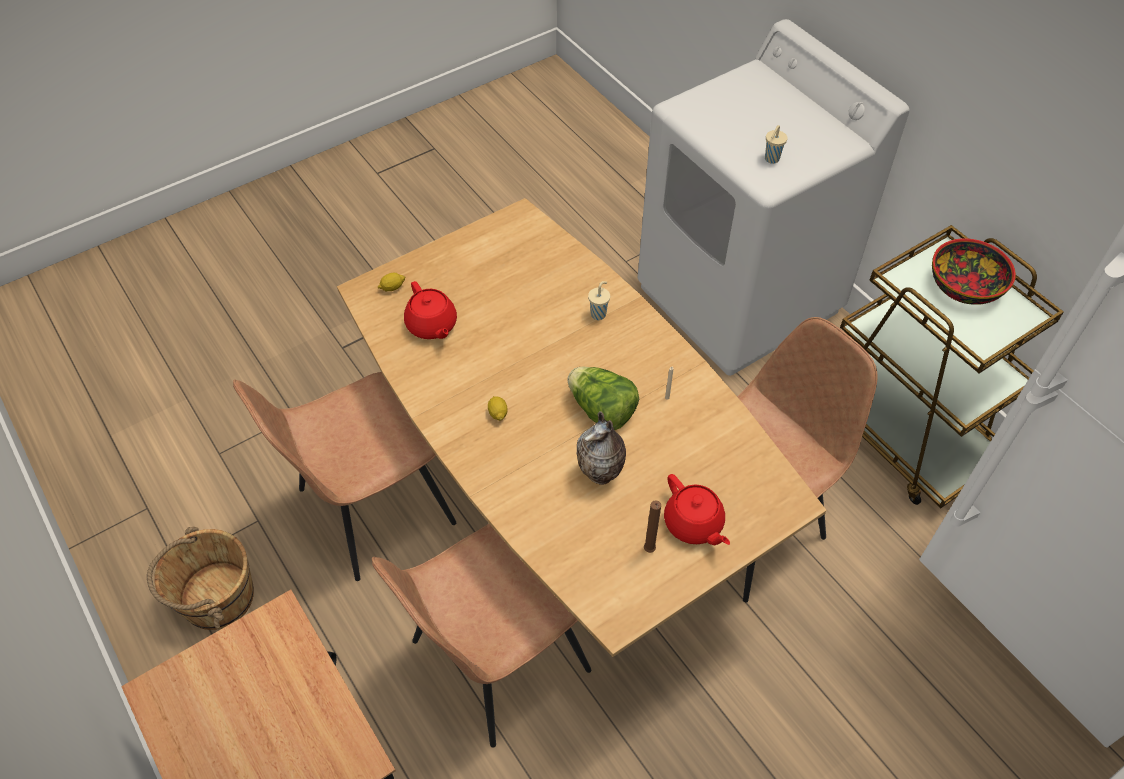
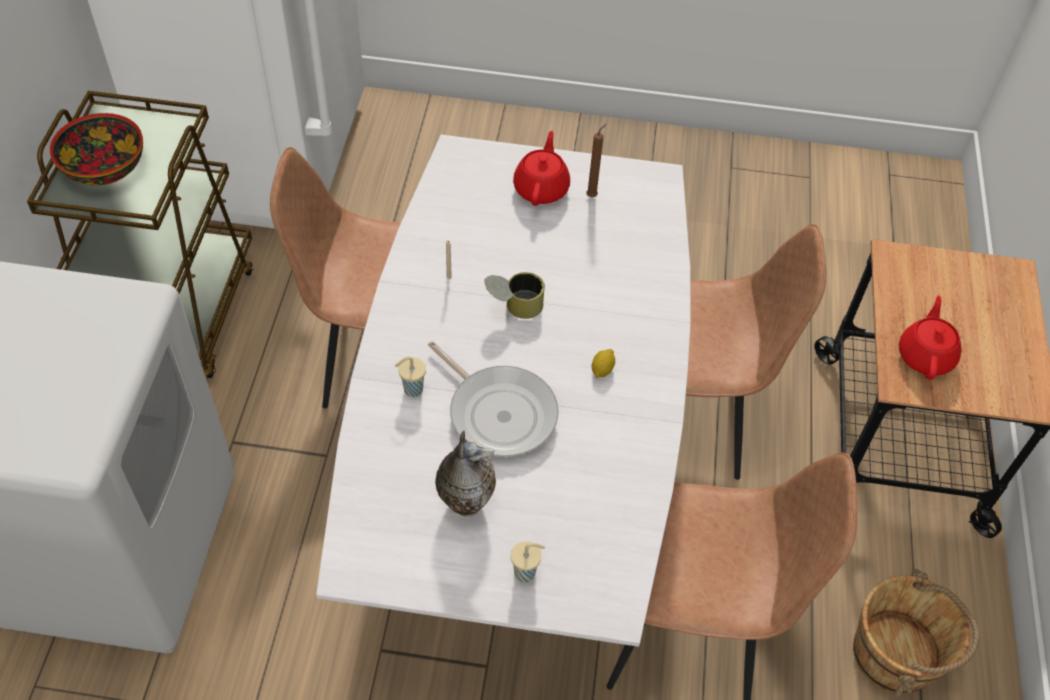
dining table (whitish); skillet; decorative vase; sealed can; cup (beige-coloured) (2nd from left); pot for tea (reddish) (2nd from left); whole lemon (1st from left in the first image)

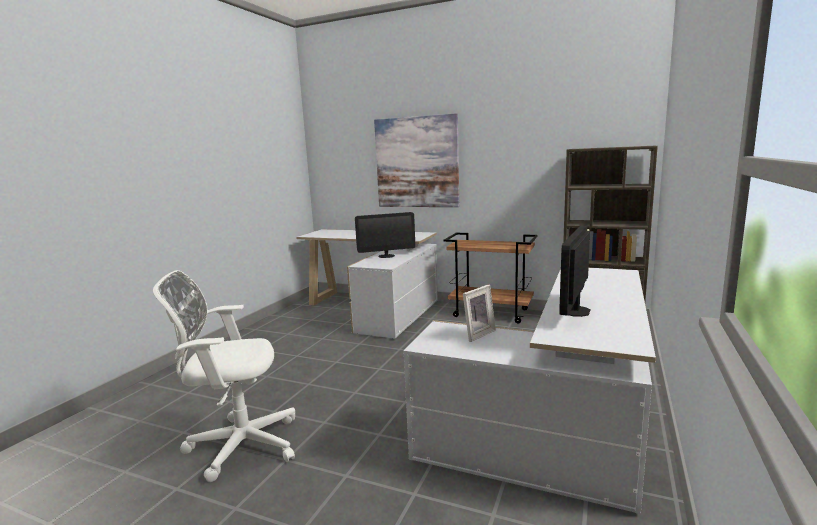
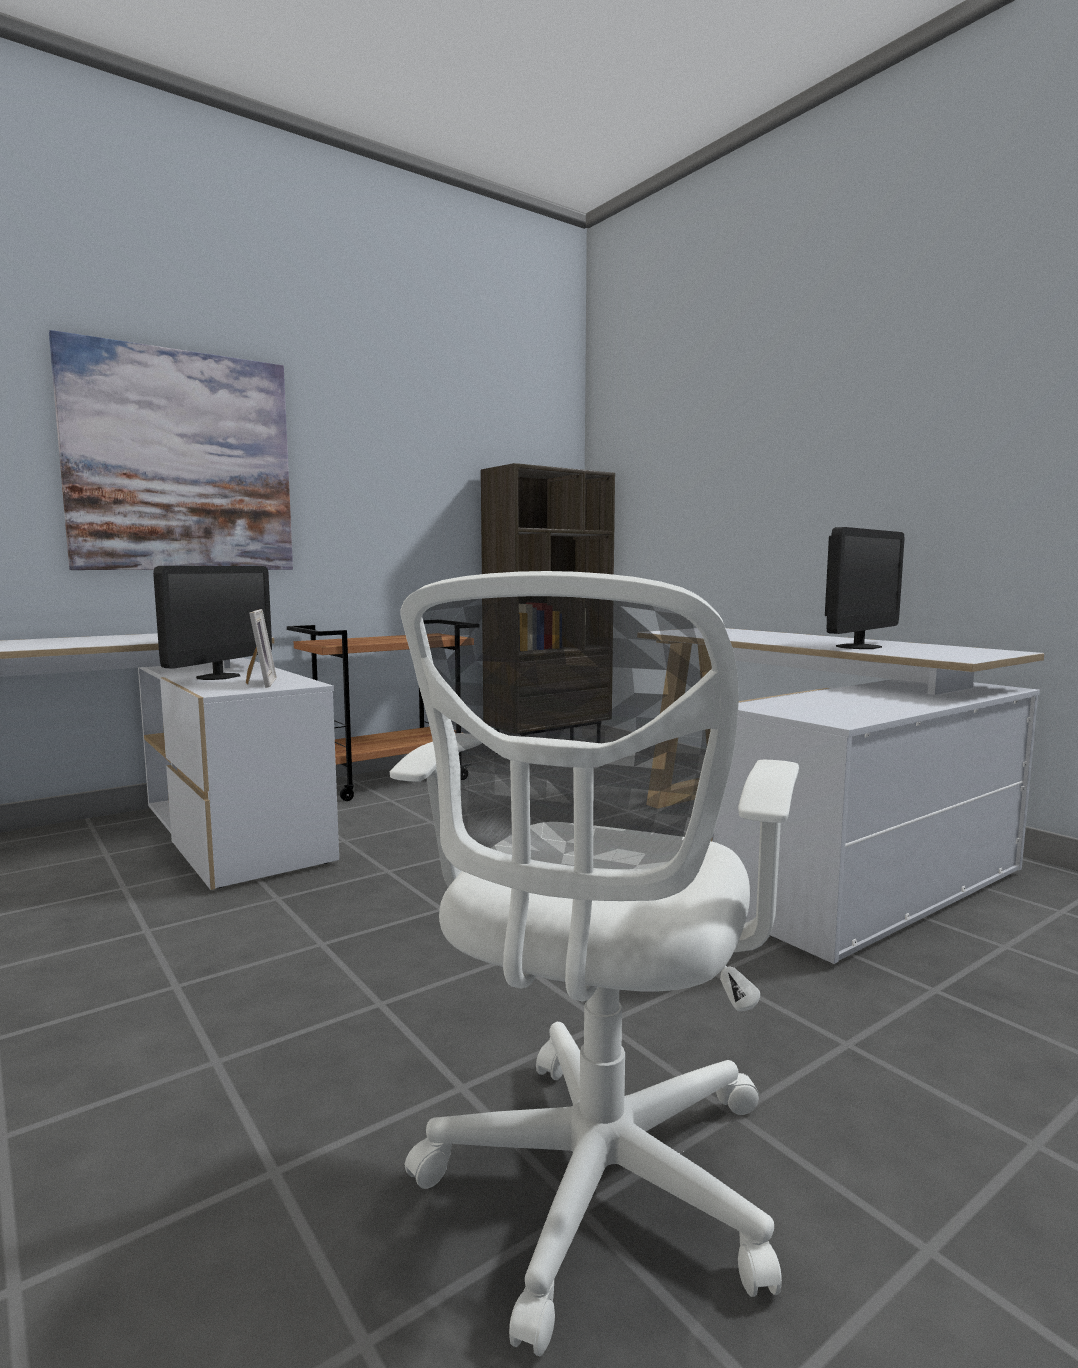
photo frame; computer screen (2nd from left)

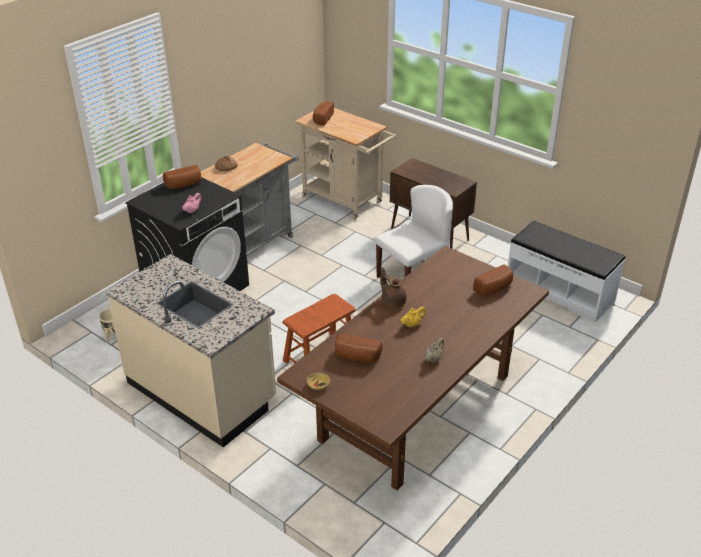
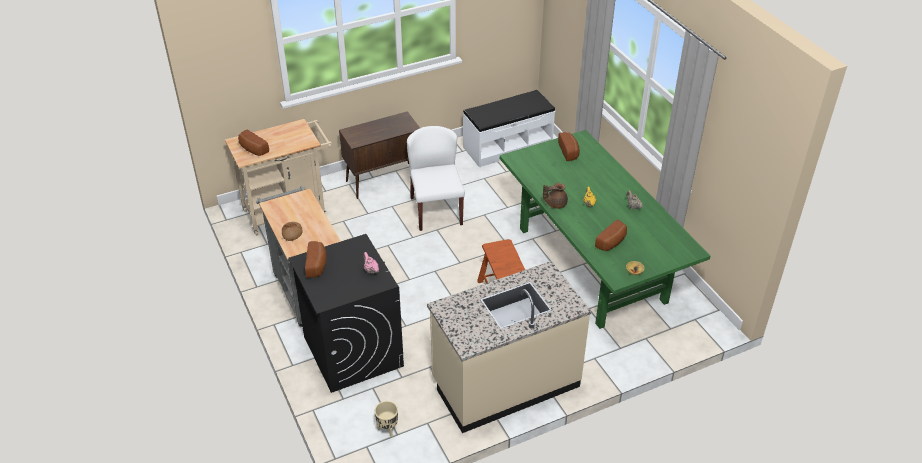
dining table (green-coloured)

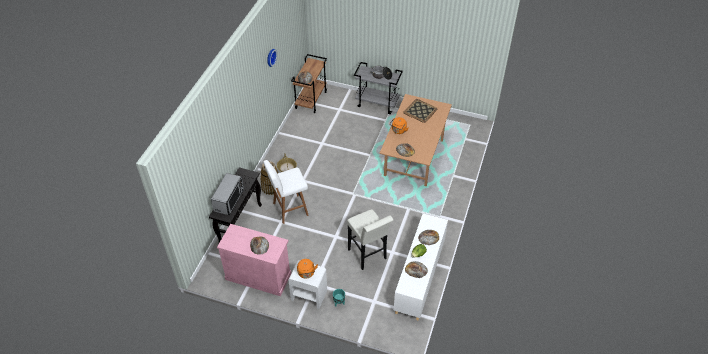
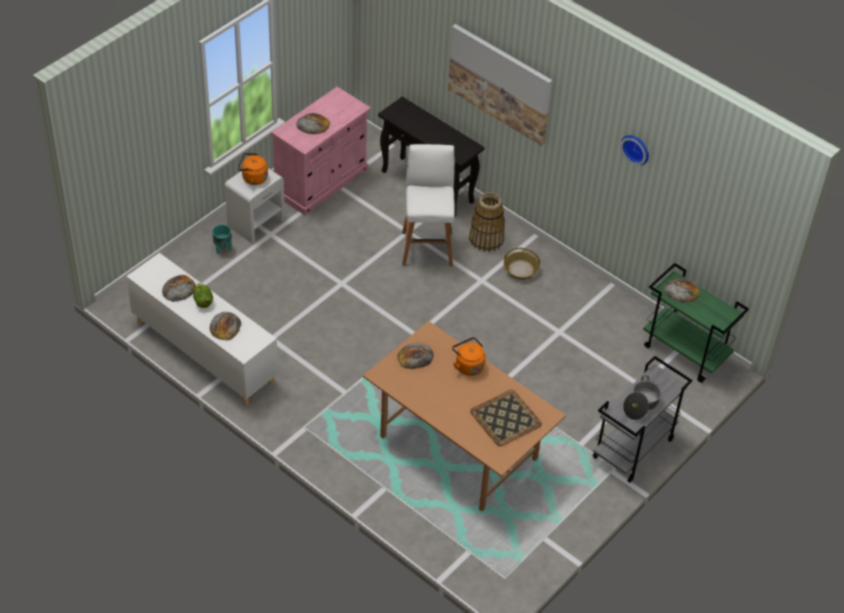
picture; cart (green-coloured); kitchen microwave; stool (whitish) (2nd from left in the first image)

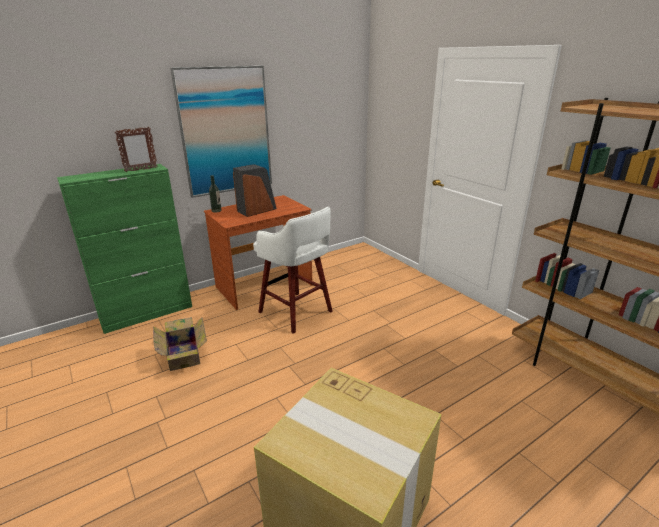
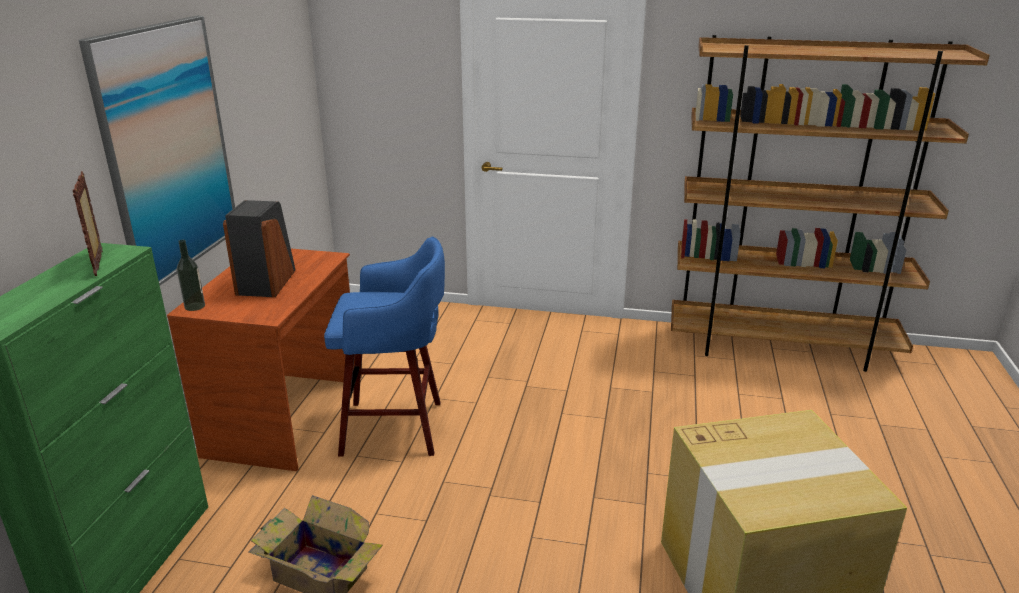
photo frame; stool (bluish)

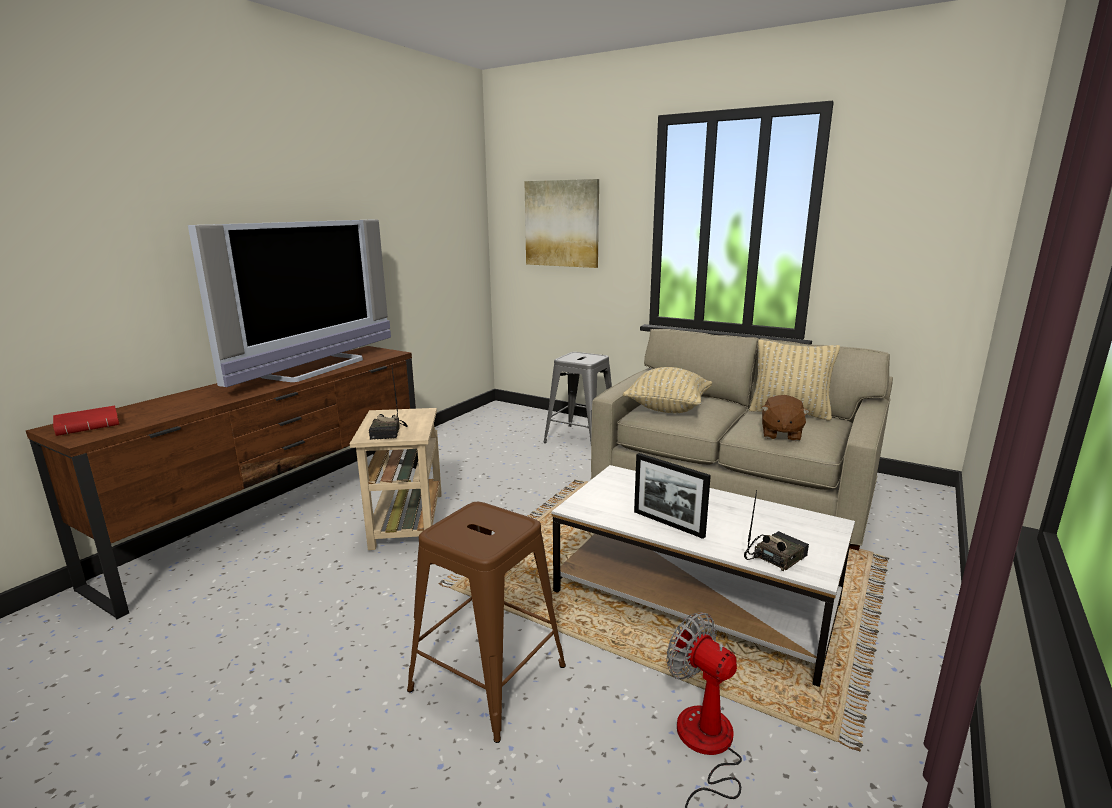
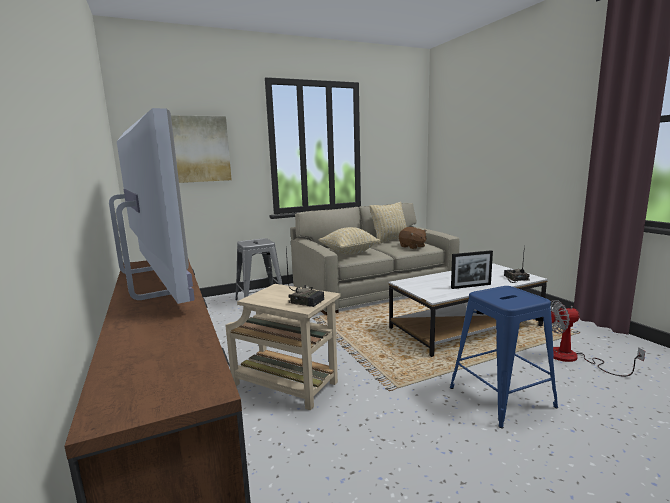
stool (bluish); bound book (reddish)

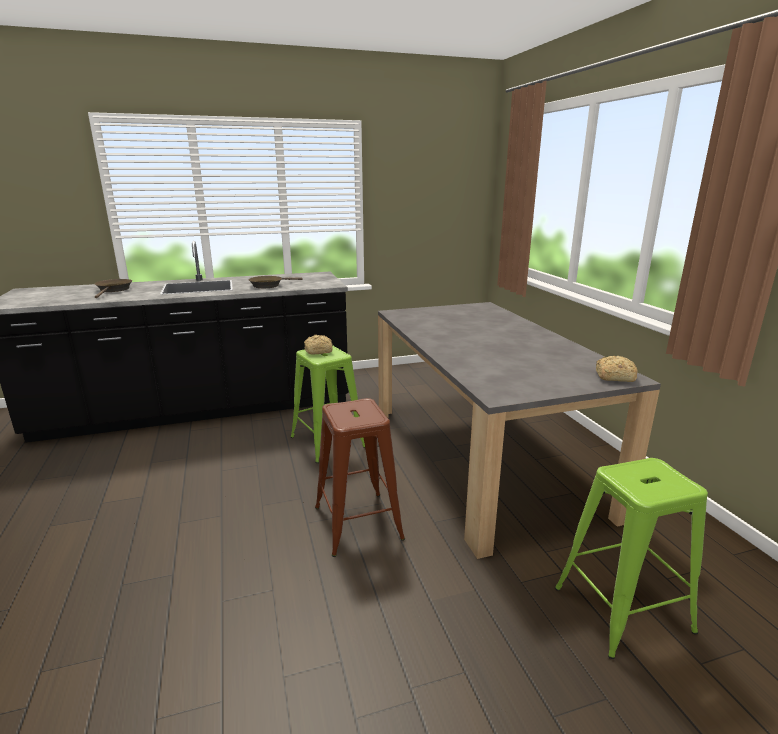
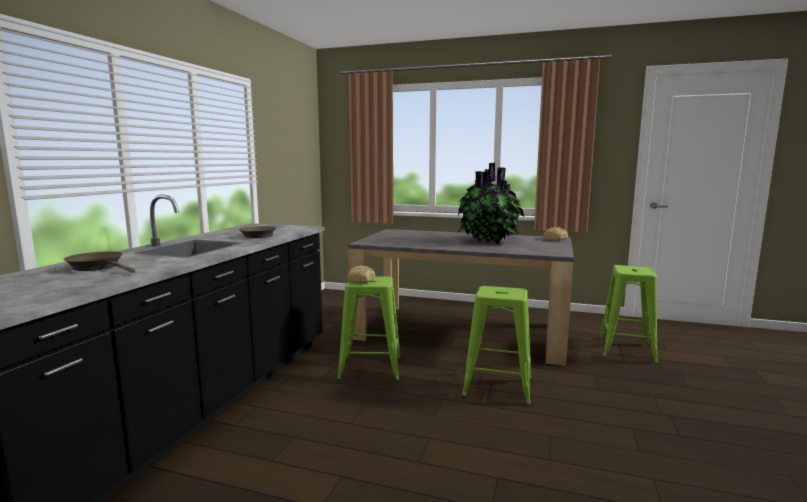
houseplant; stool (green-coloured) (2nd from left)

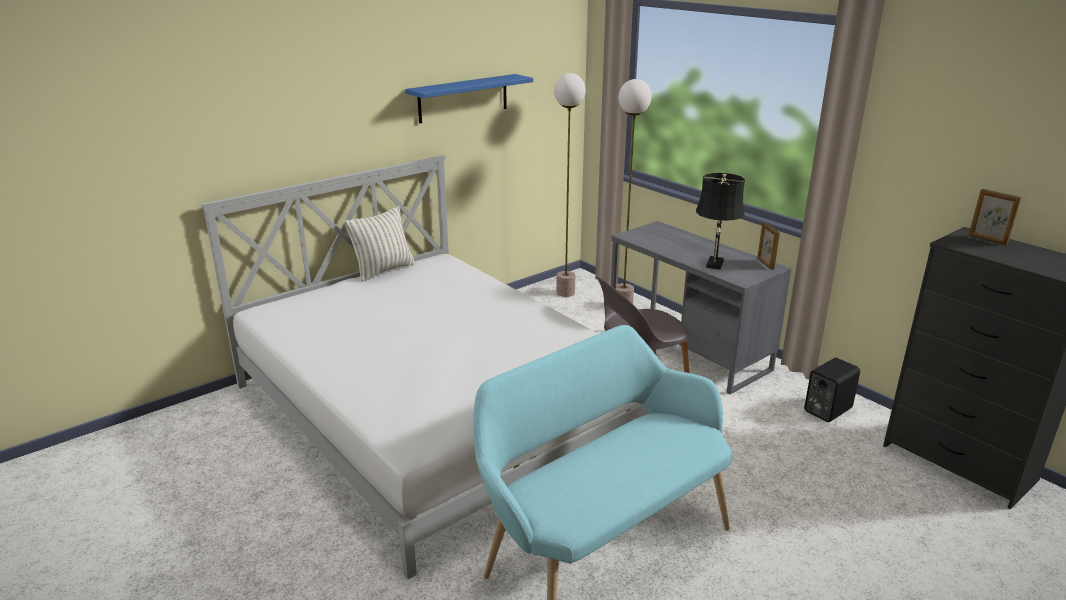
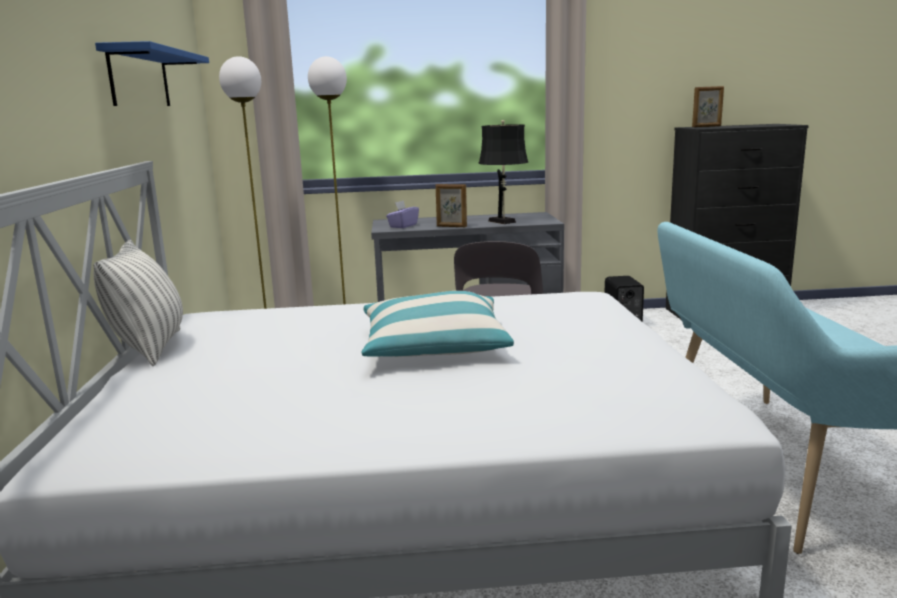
pillow (2nd from left); box of tissues (purple-coloured); photo frame (1st from left)

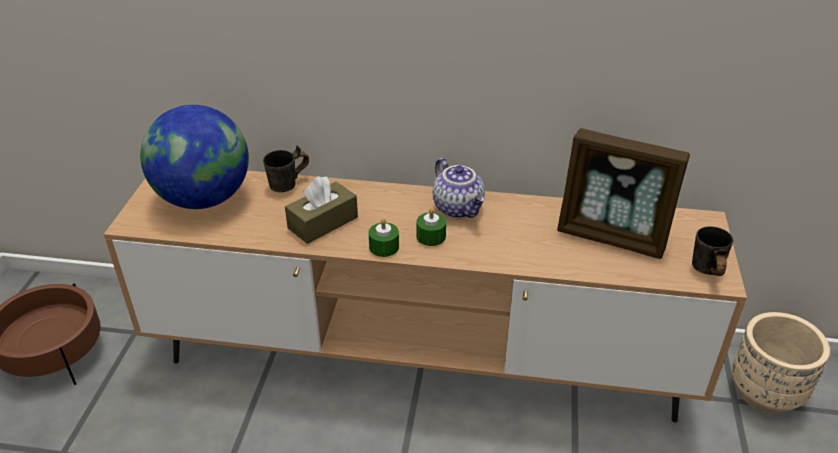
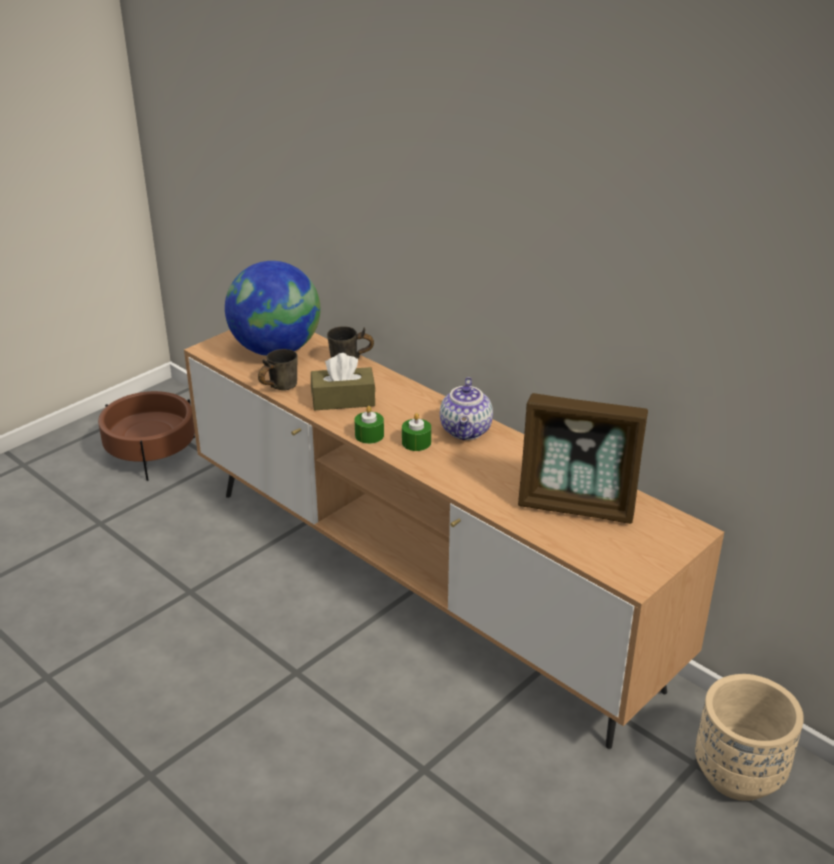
tea mug (gray) (1st from left); photo frame

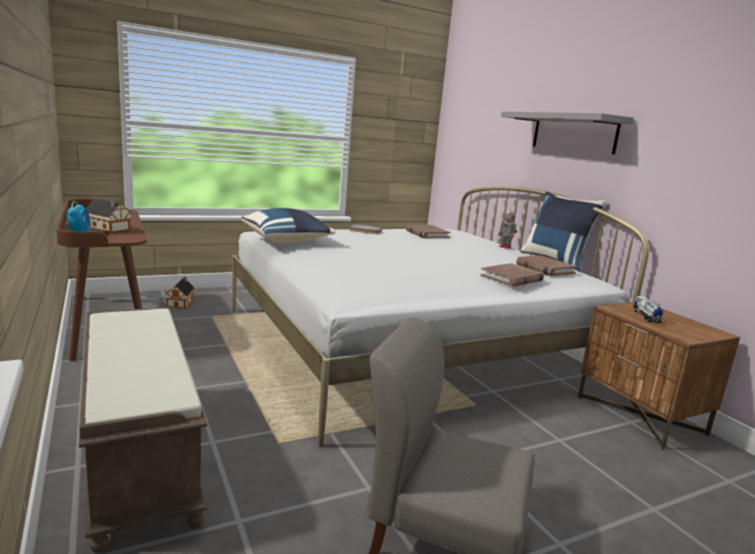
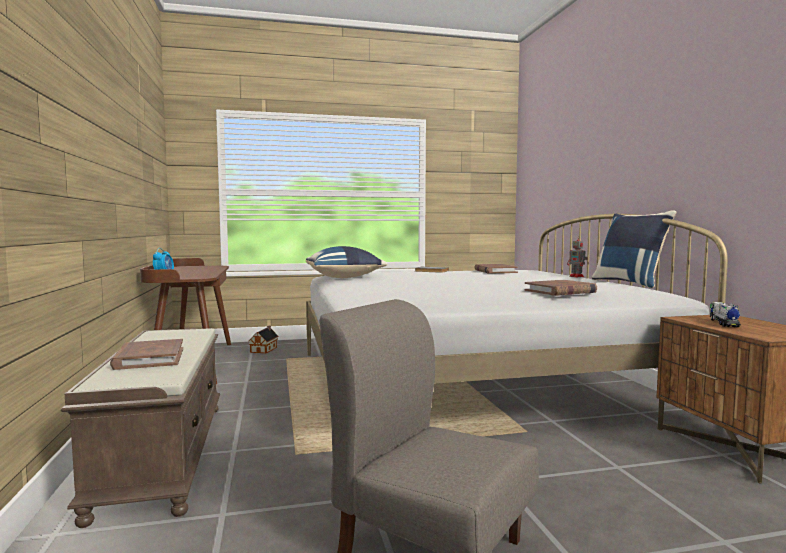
bound book (brownish) (1st from left); miniature house (1st from left in the first image); bracket shelf (gray)

